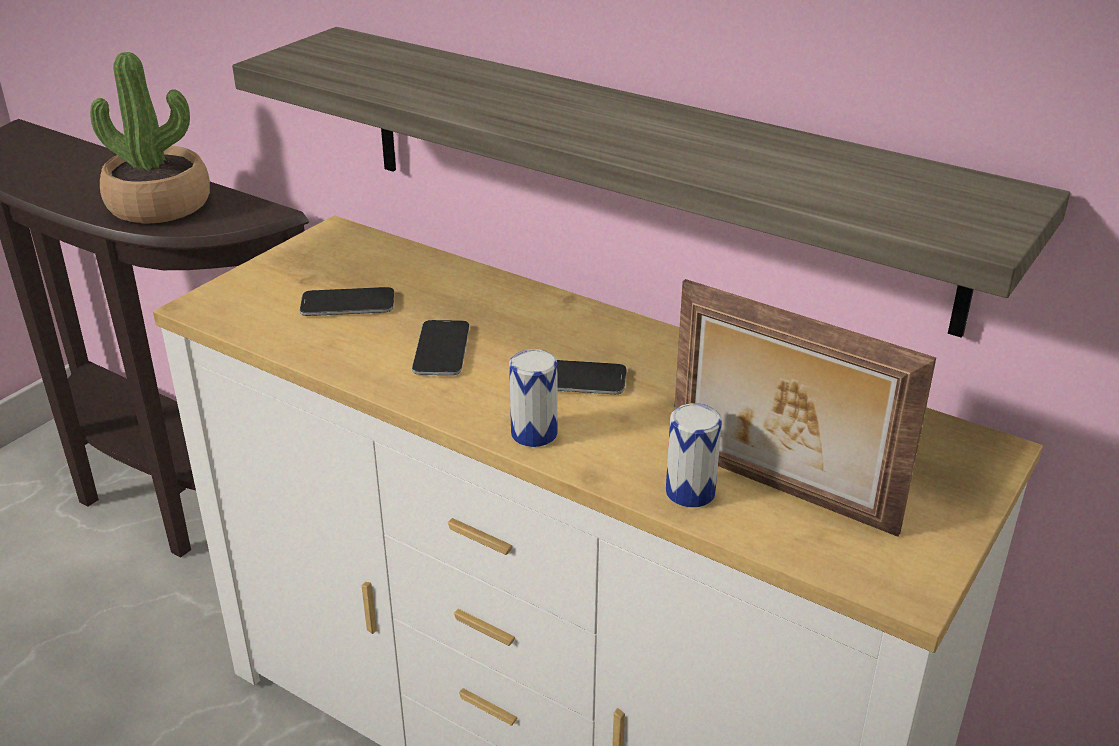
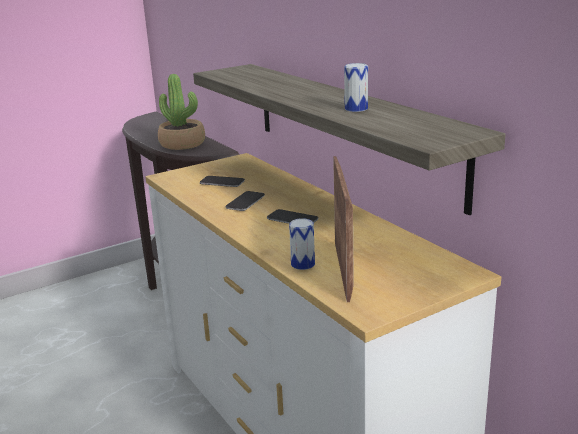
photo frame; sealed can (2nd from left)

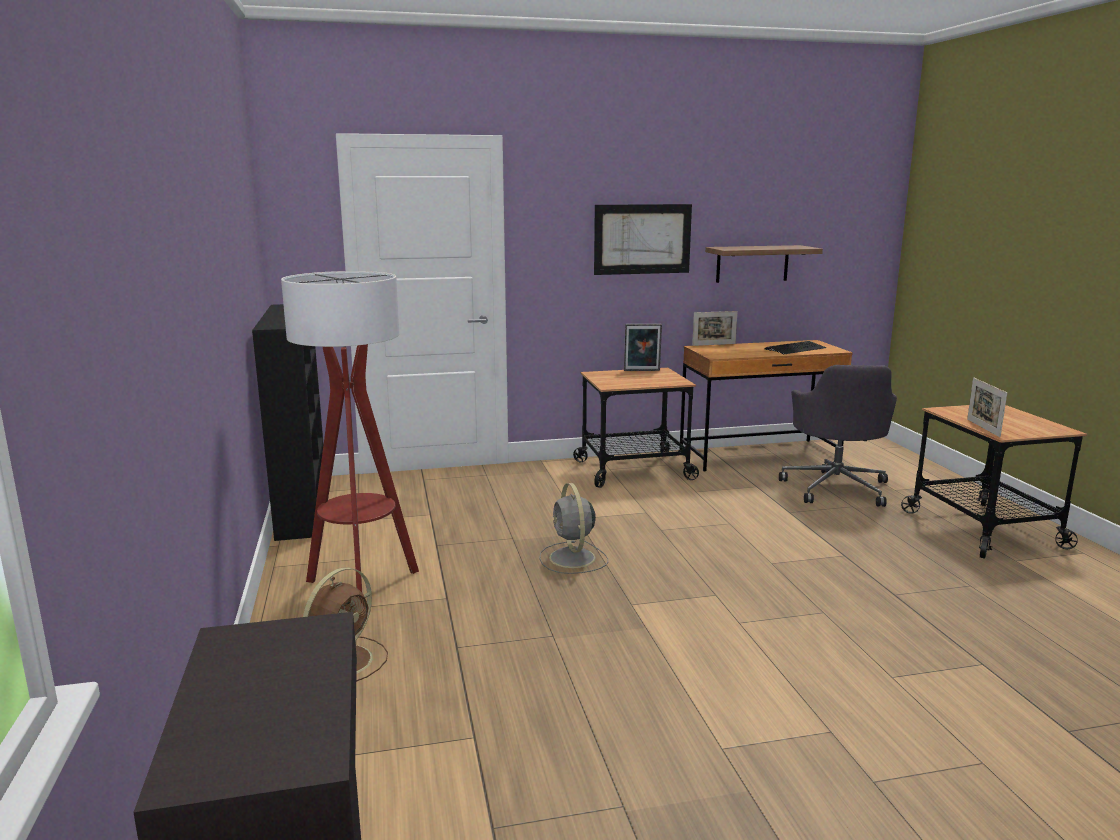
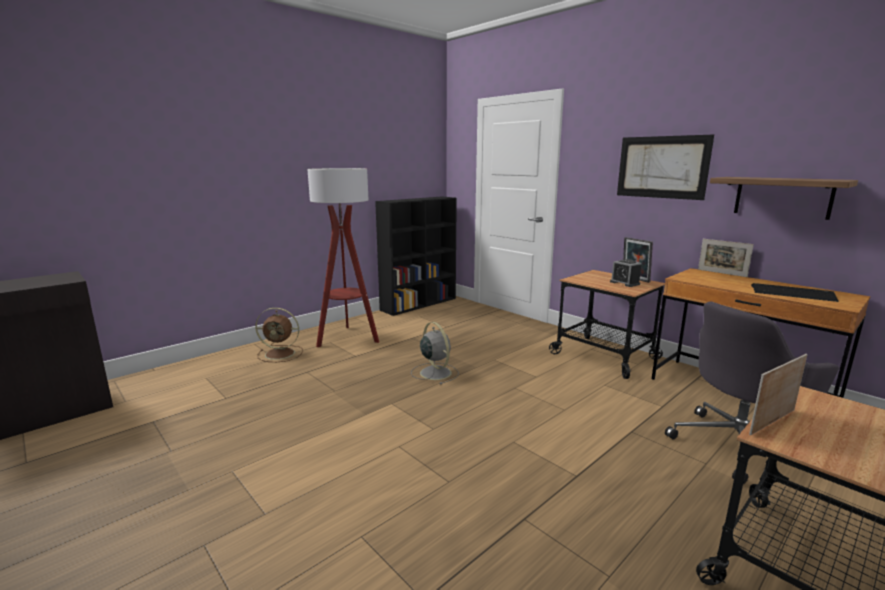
electric fan (gray); bedside clock

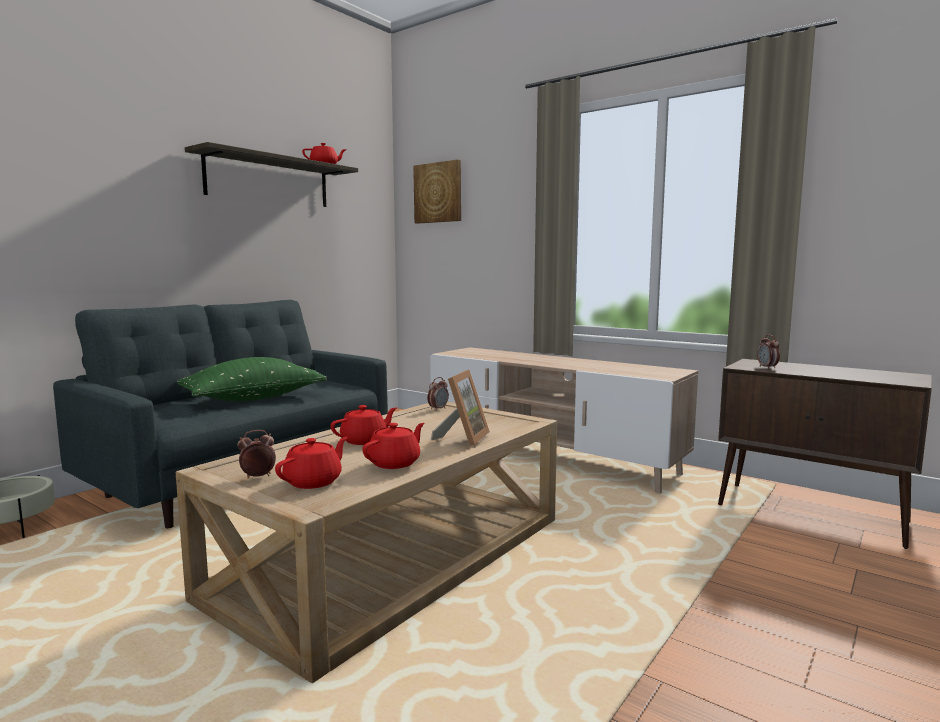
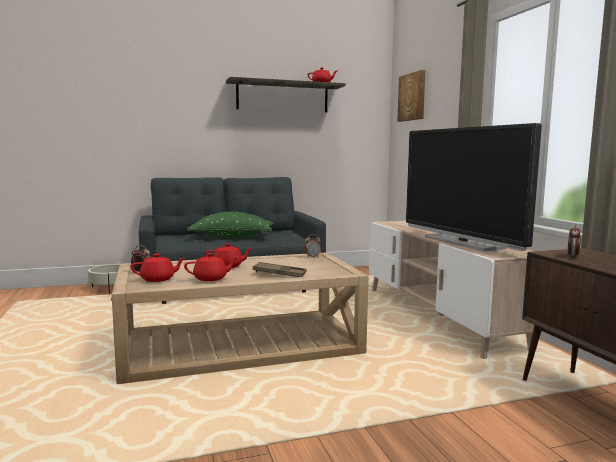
carrying tray (brownish); television

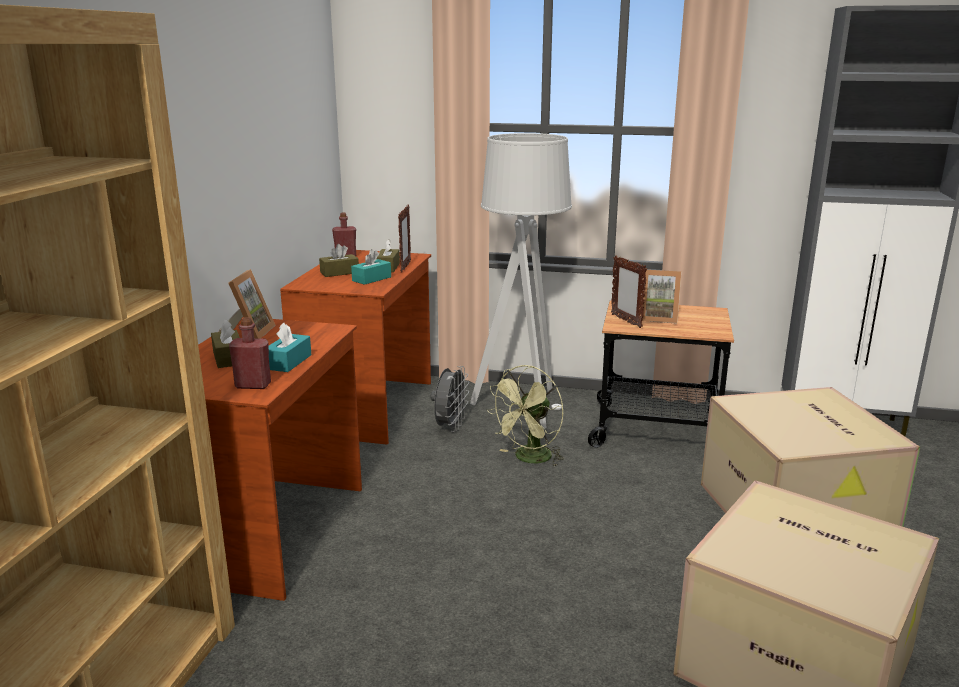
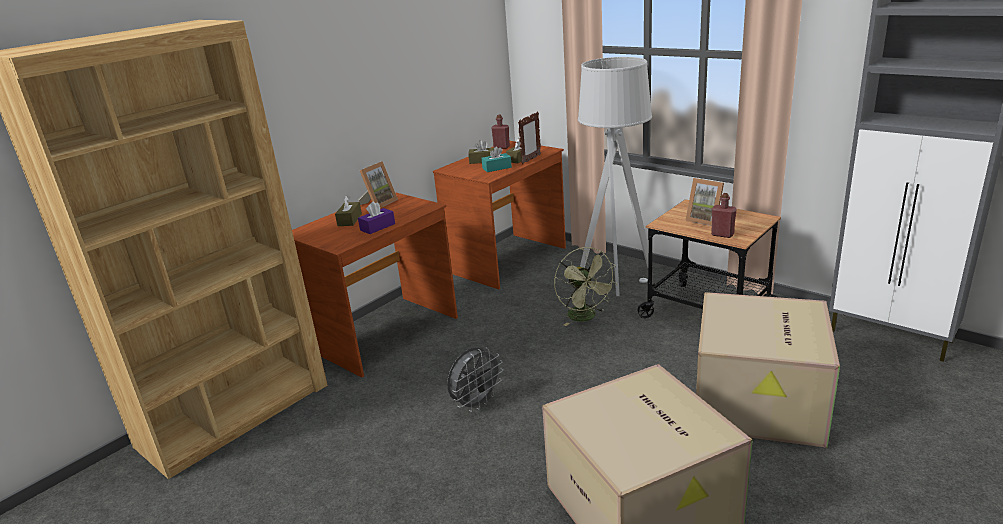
box of tissues (purple-coloured); electric fan (gray); electric fan (green-coloured); bottle (reddish) (2nd from left); photo frame (3rd from left in the first image)

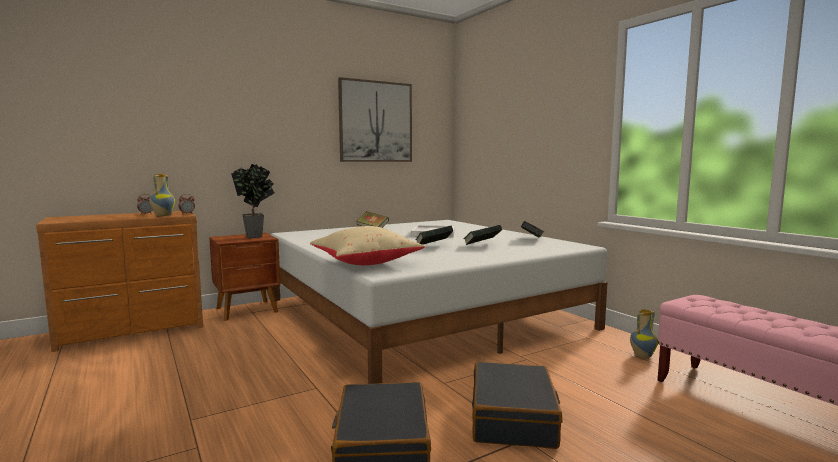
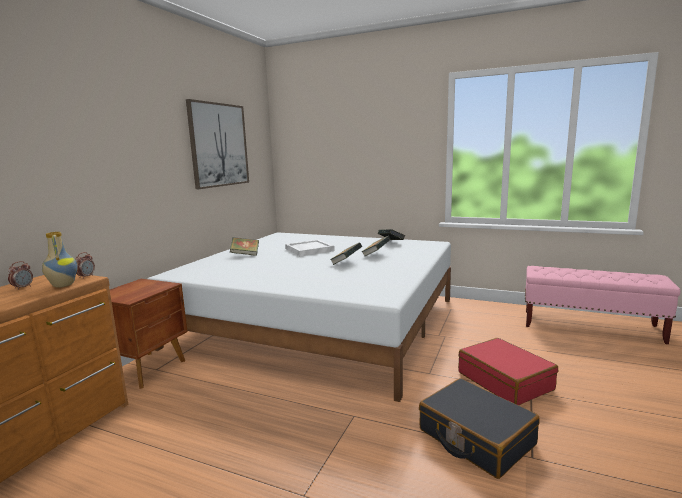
piece of luggage (reddish); houseplant; pillow (beige-coloured); decorative vase (2nd from left in the first image)

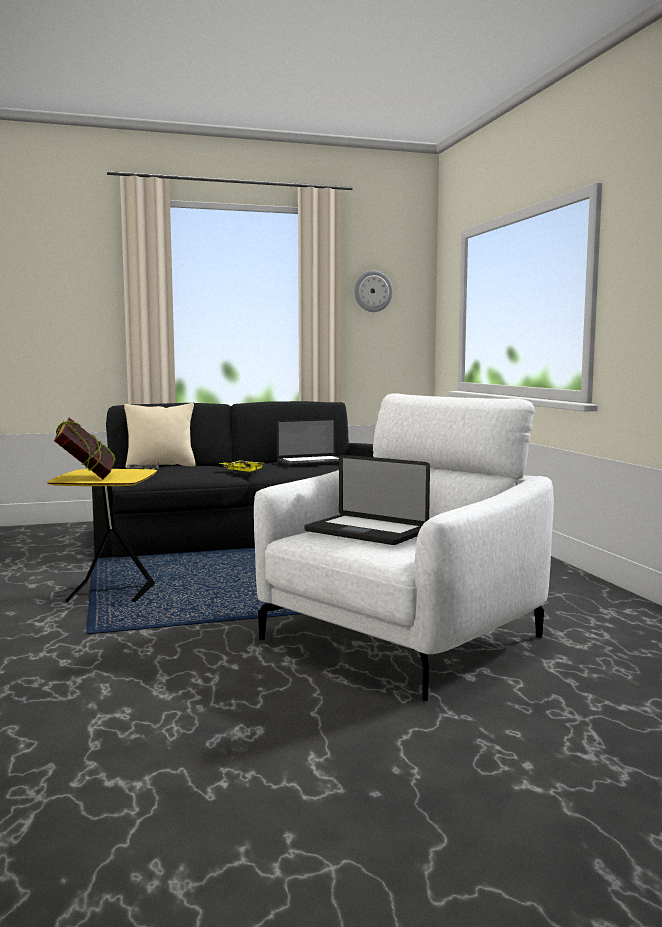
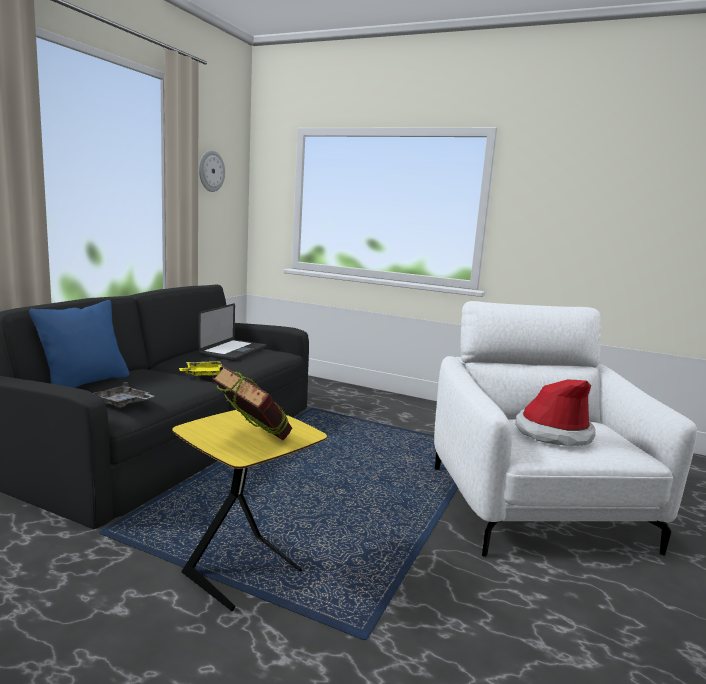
pillow (bluish); hat

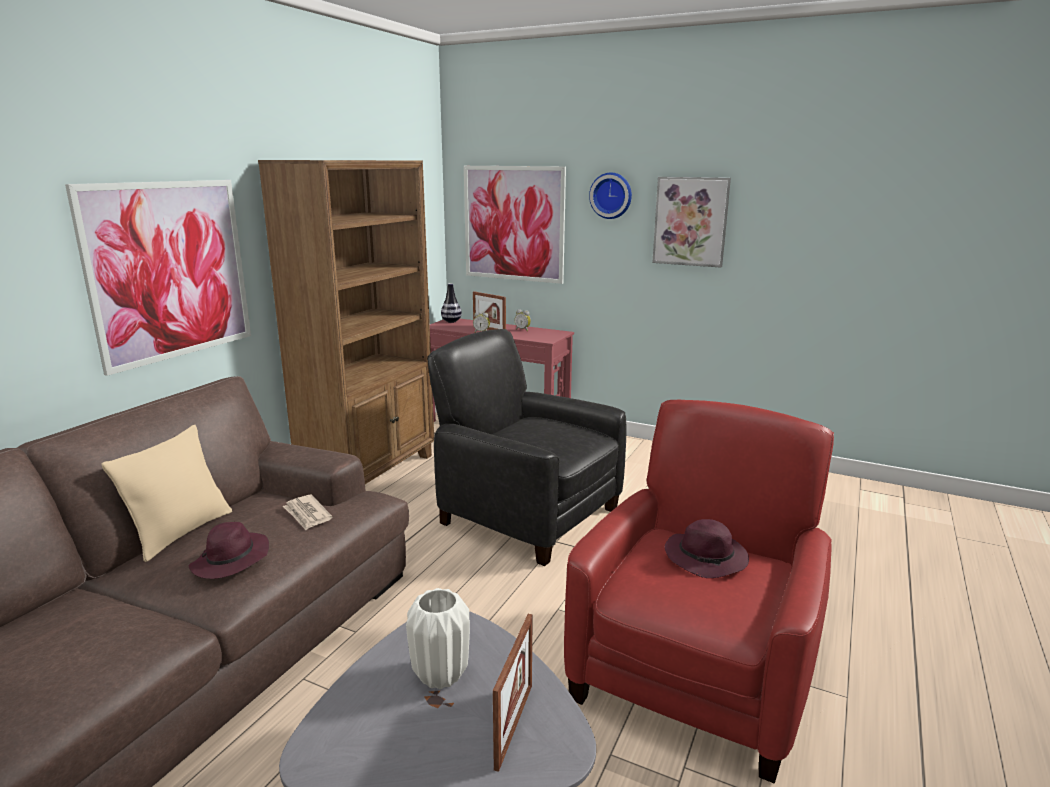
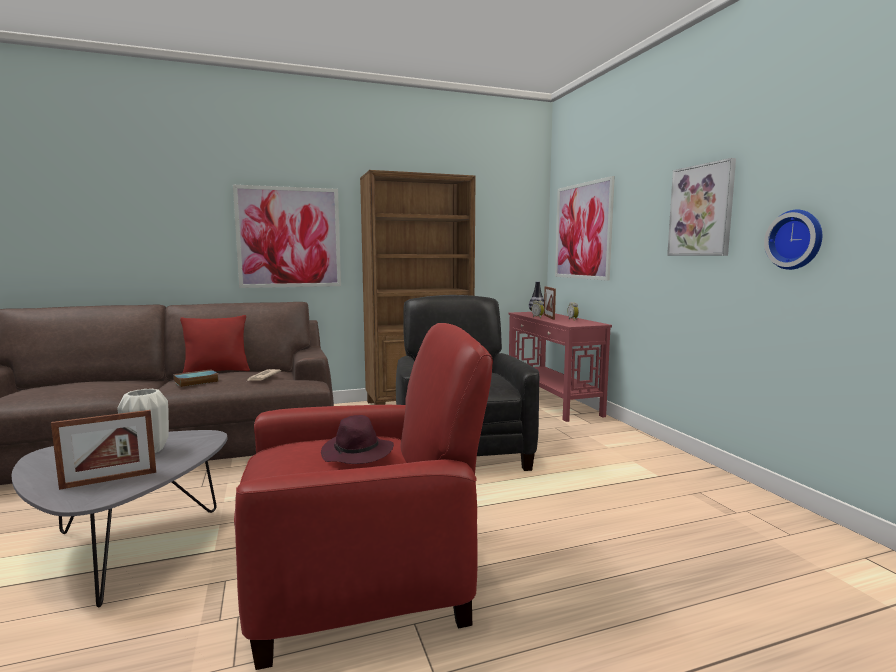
bound book; pillow (reddish); hanging clock

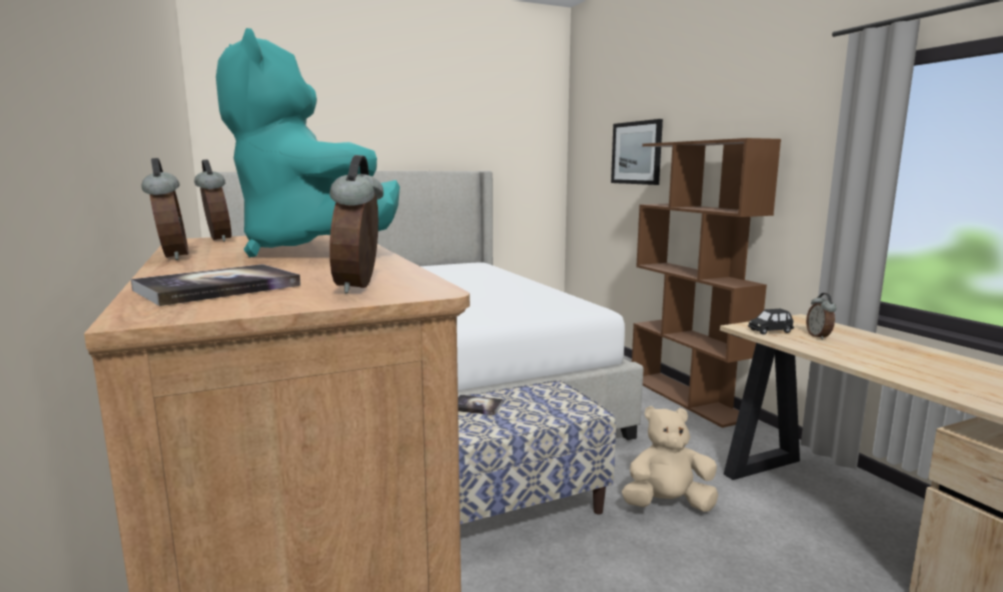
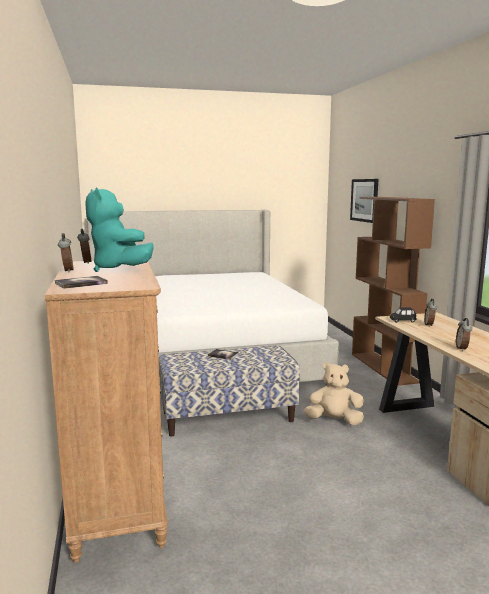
bedside clock (4th from left)

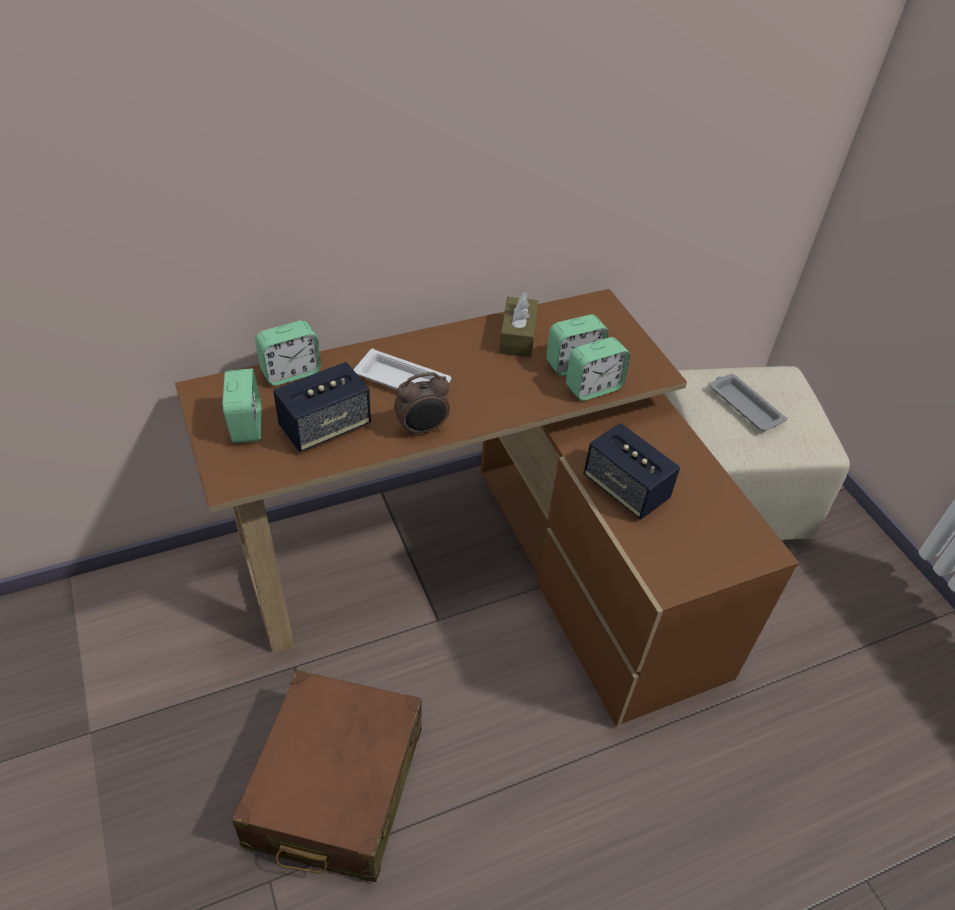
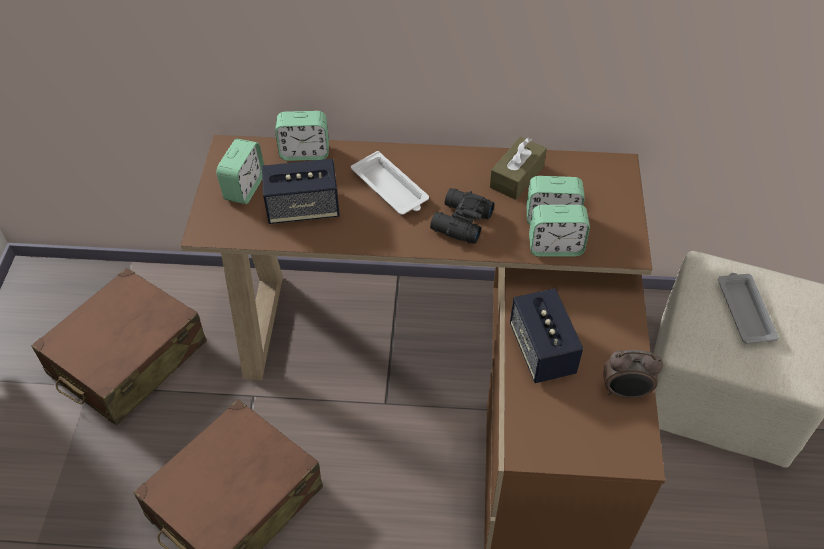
piece of luggage (brownish) (1st from left); pair of binoculars (black-coloured); bedside clock (5th from left)

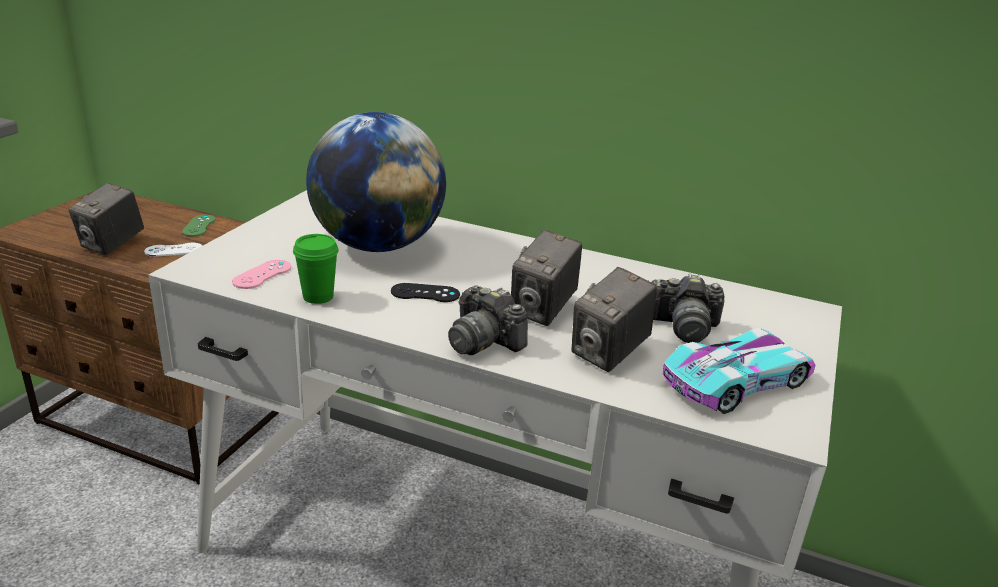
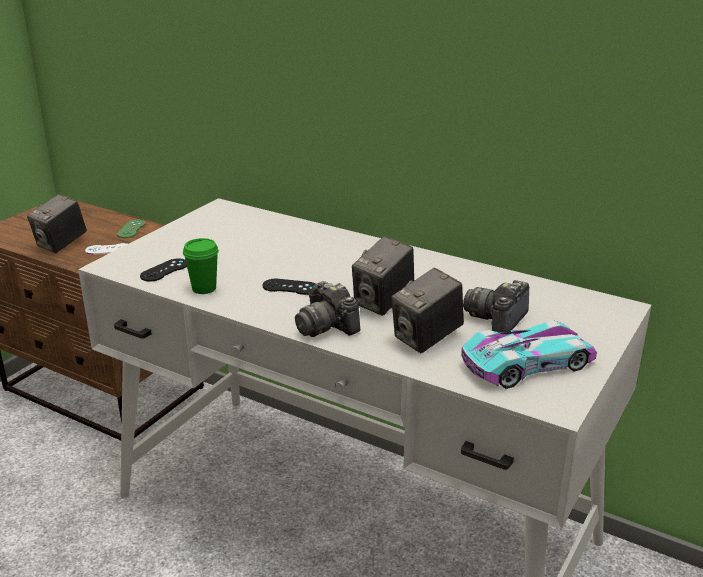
gamepad (black-coloured) (1st from left); photo camera (5th from left); world globe

